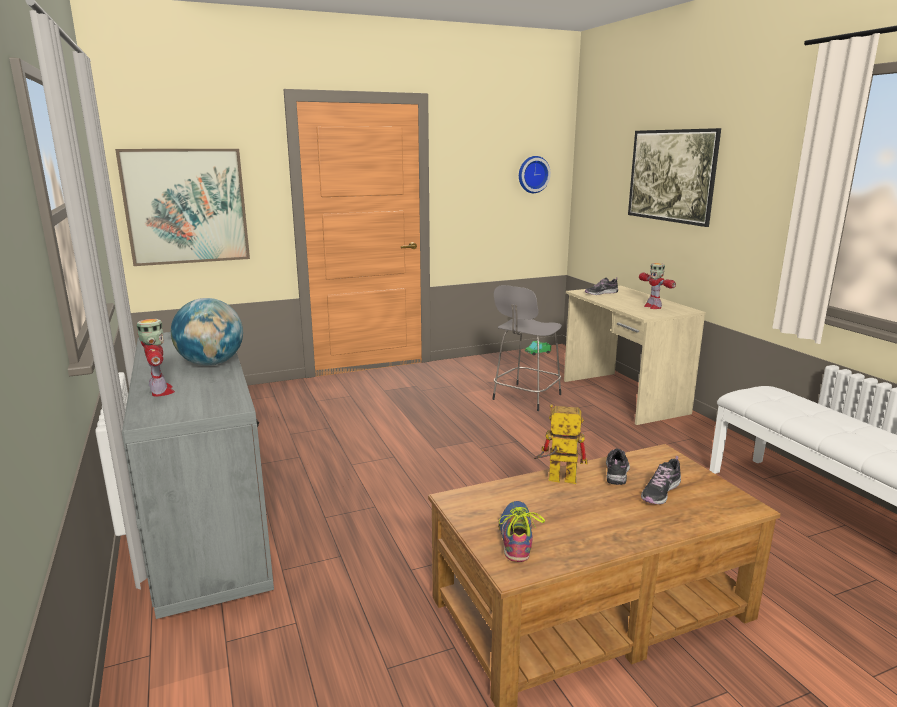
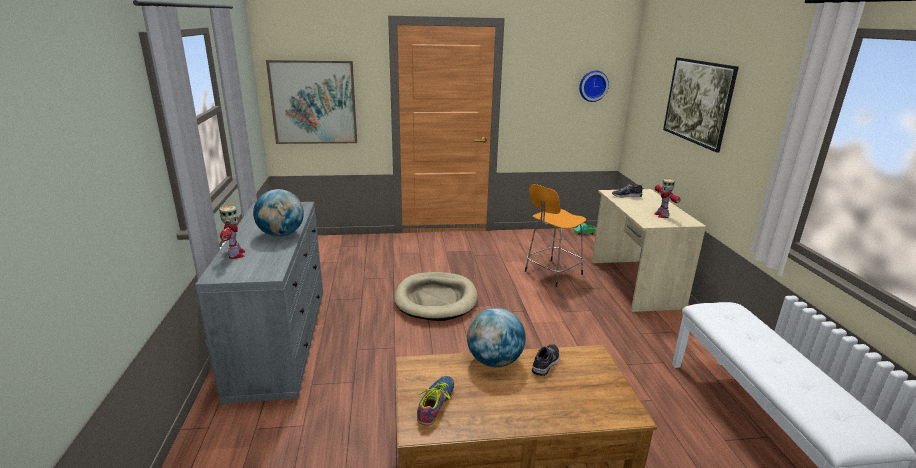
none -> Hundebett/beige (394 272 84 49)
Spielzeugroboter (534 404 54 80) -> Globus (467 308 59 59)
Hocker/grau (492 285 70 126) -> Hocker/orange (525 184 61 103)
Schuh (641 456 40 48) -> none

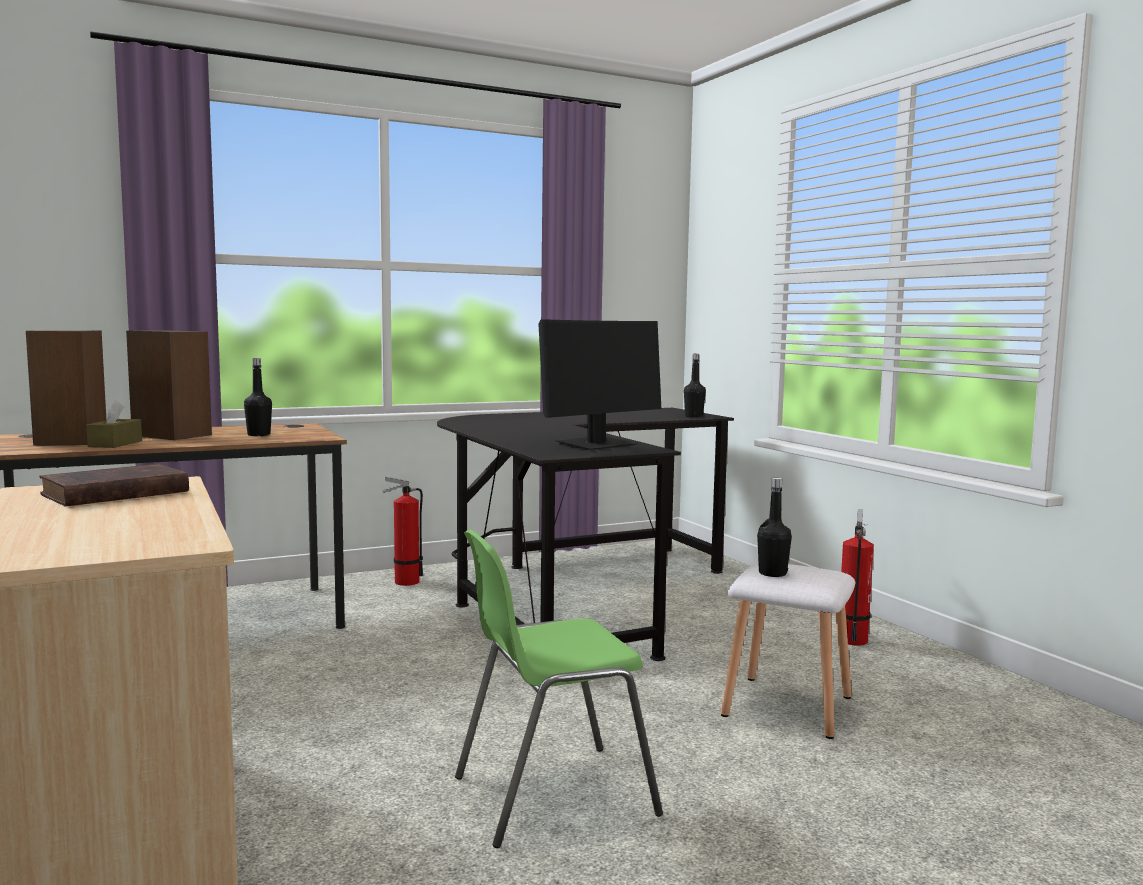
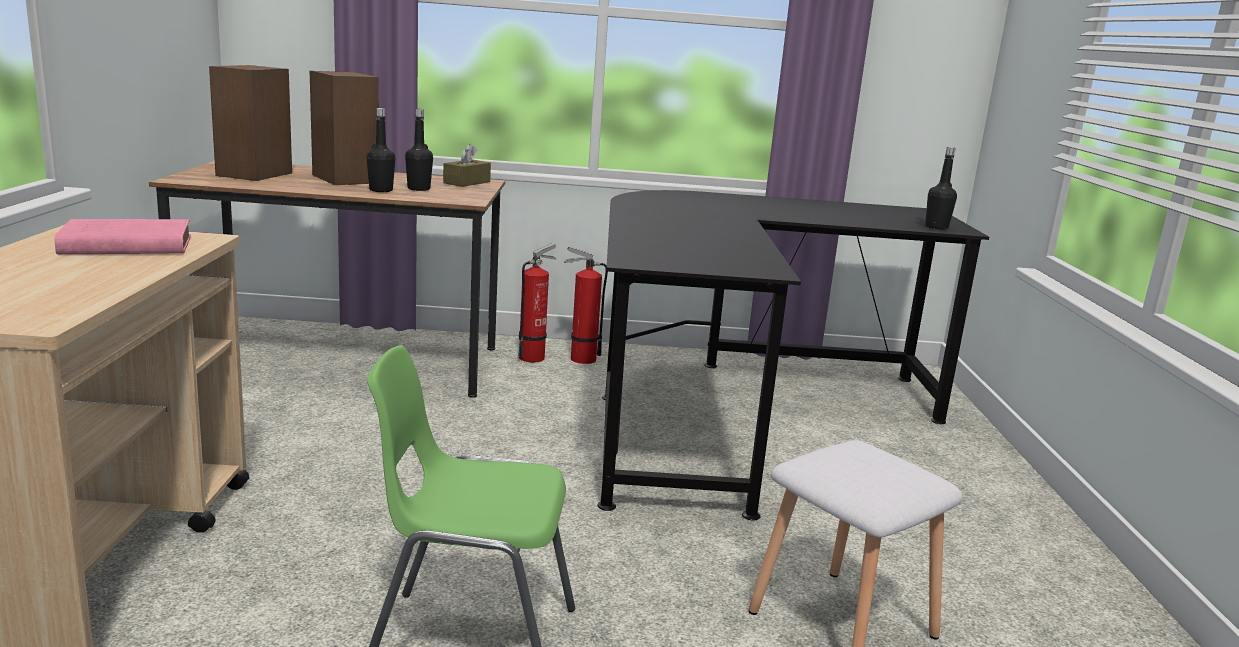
Buch/braun (39 464 150 43) -> Buch/rosa (54 219 137 35)
Flasche/schwarz (757 478 35 99) -> Flasche/schwarz (366 108 29 84), shifted
Taschentuchbox/braun (86 400 56 48) -> Taschentuchbox/braun (443 144 48 43), shifted
Feuerlöscher (841 509 33 136) -> Feuerlöscher (518 243 38 119), shifted
Monitor (538 319 123 131) -> none

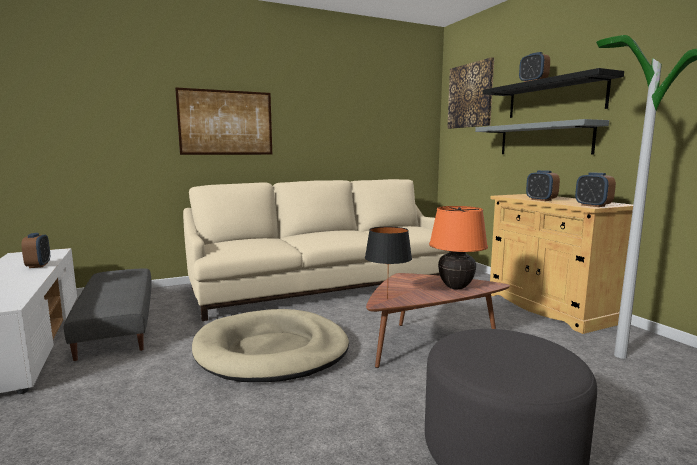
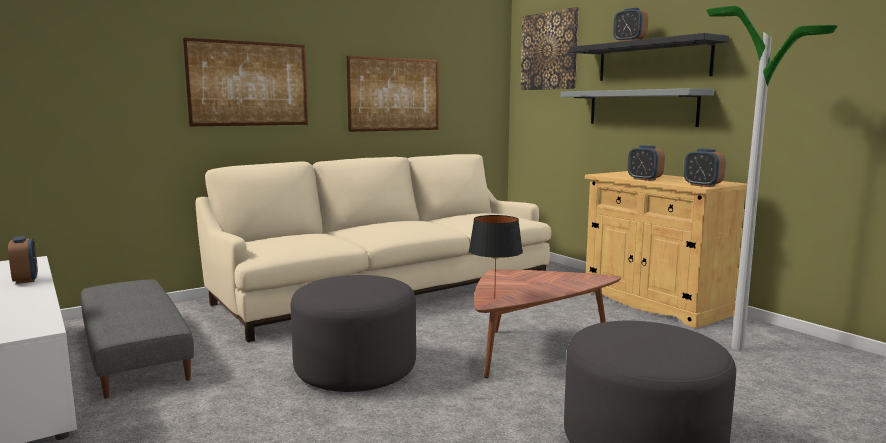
Hundebett/beige (192 309 157 73) -> Polsterhocker/grau (291 275 125 117)
none -> Bild (347 55 92 77)
Tischlampe/orange (429 206 59 84) -> none

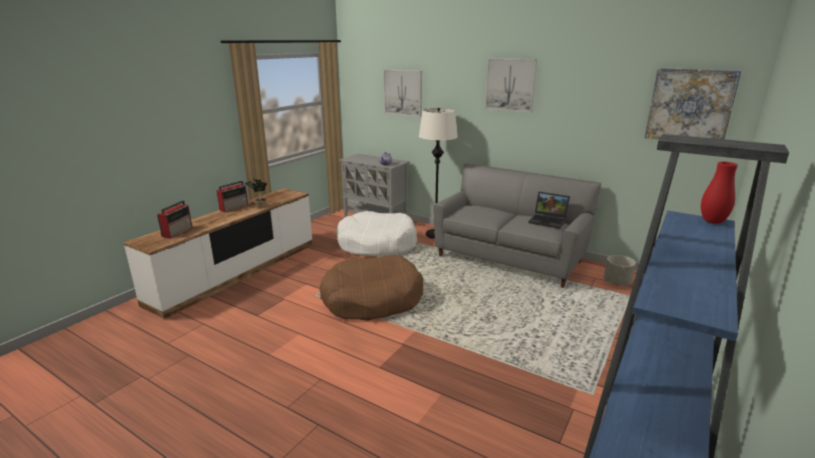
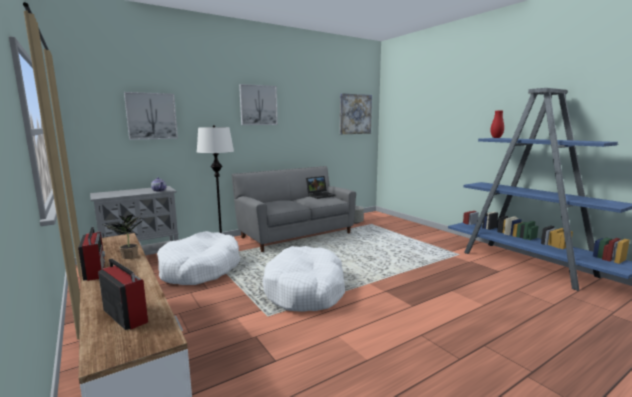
Hundebett/braun (320 255 104 66) -> Hundebett/weiß (262 246 83 66)

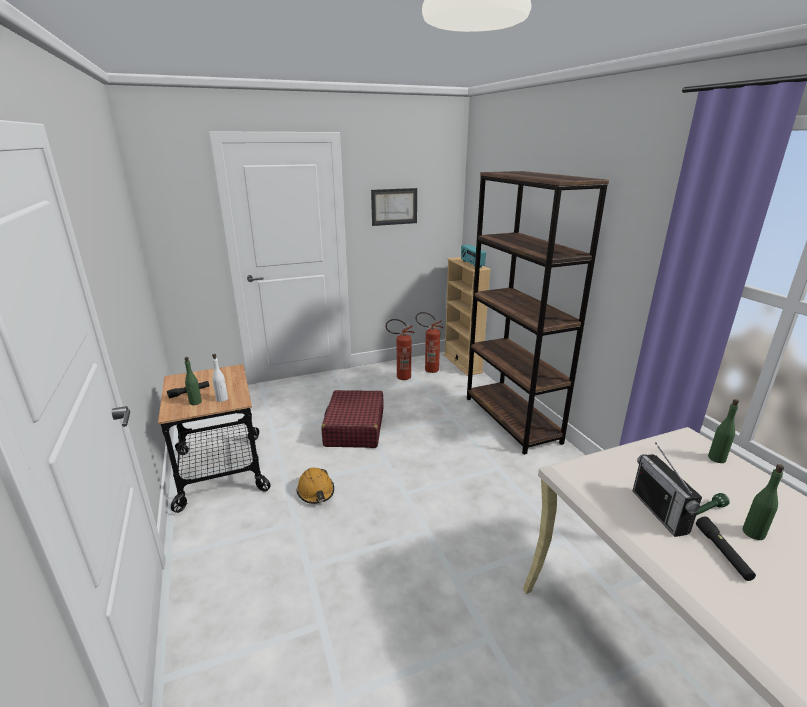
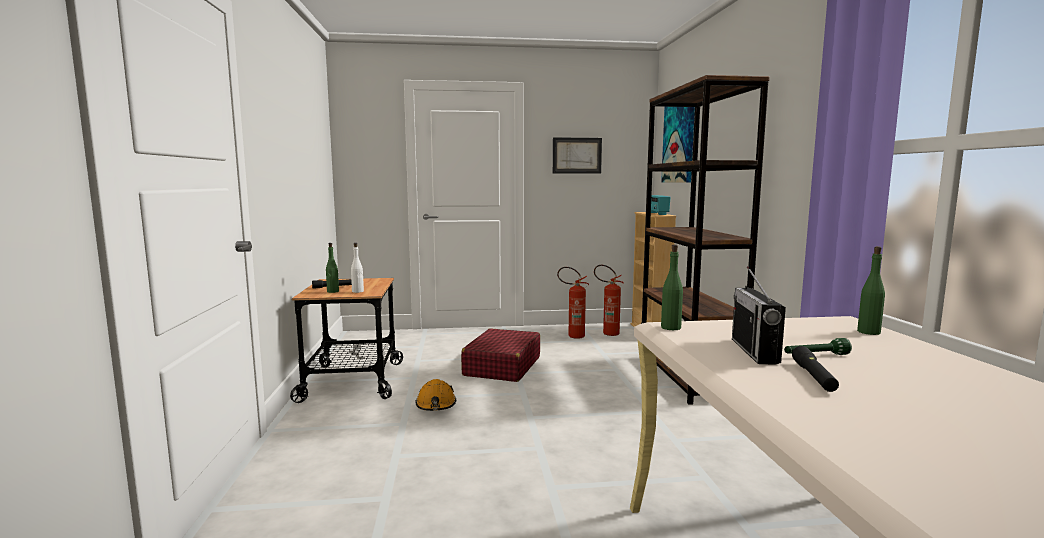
none -> Bild (661 107 34 76)
Flasche/grün (742 464 42 76) -> Flasche/grün (661 244 22 86), shifted

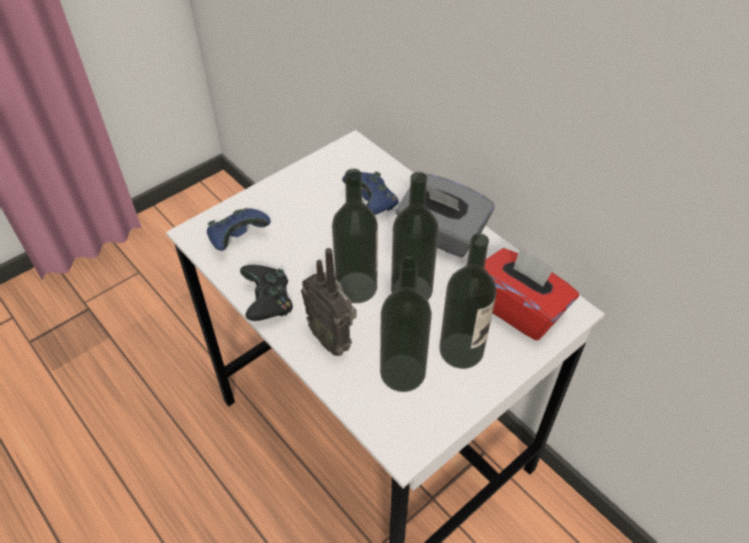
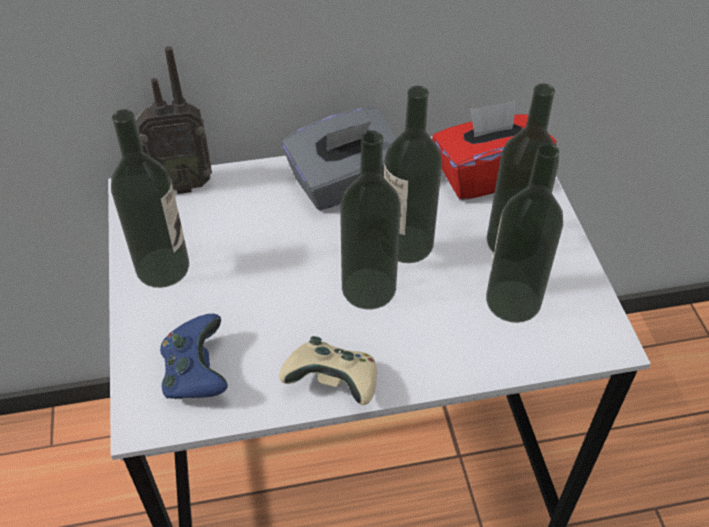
none -> Flasche (111 109 78 179)
Radio (301 248 56 108) -> Radio (136 46 76 148), shifted
Gamepad/schwarz (240 265 53 56) -> Gamepad/beige (279 336 98 69)
Gamepad/blau (342 172 57 43) -> none

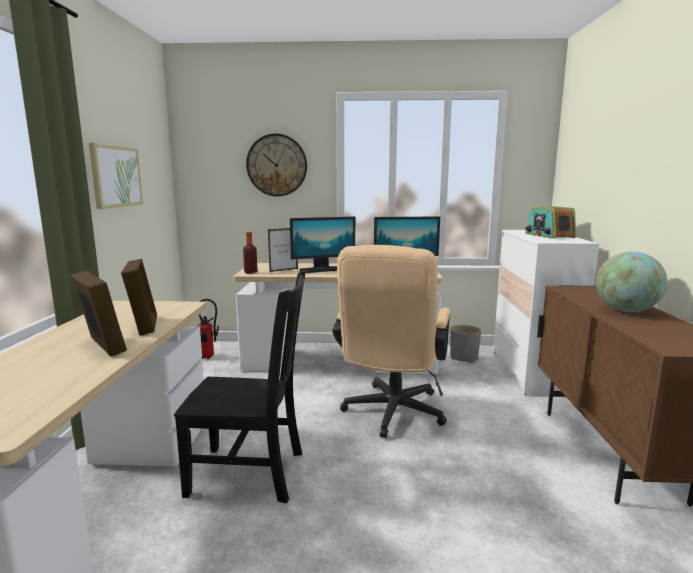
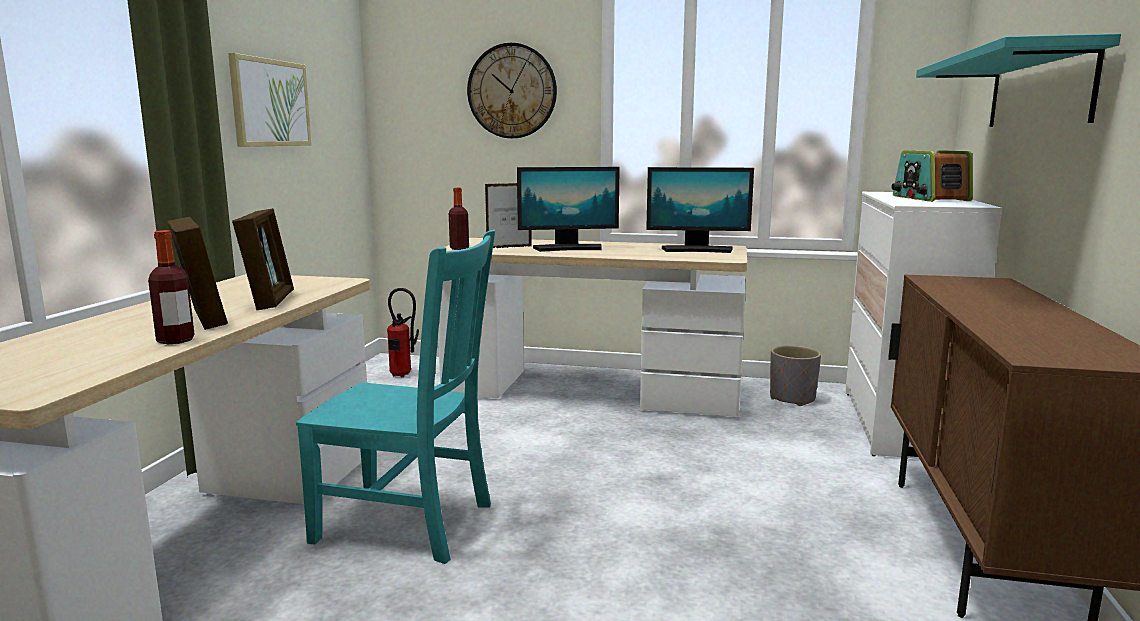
none -> Flasche (148 230 47 114)
Stuhl/schwarz (174 270 132 233) -> Stuhl/türkis (296 230 199 334)
none -> Wandregal/türkis (916 33 205 94)
Bürostuhl/beige (333 245 117 193) -> none
Globus (596 252 71 60) -> none

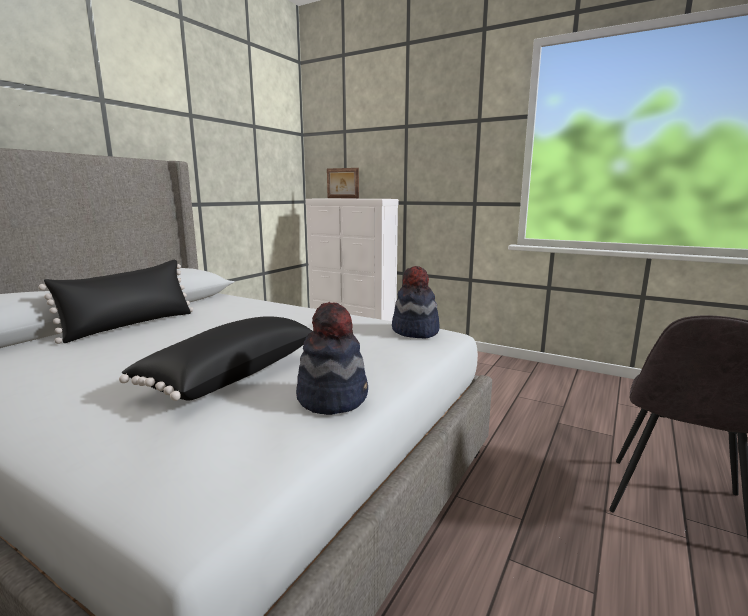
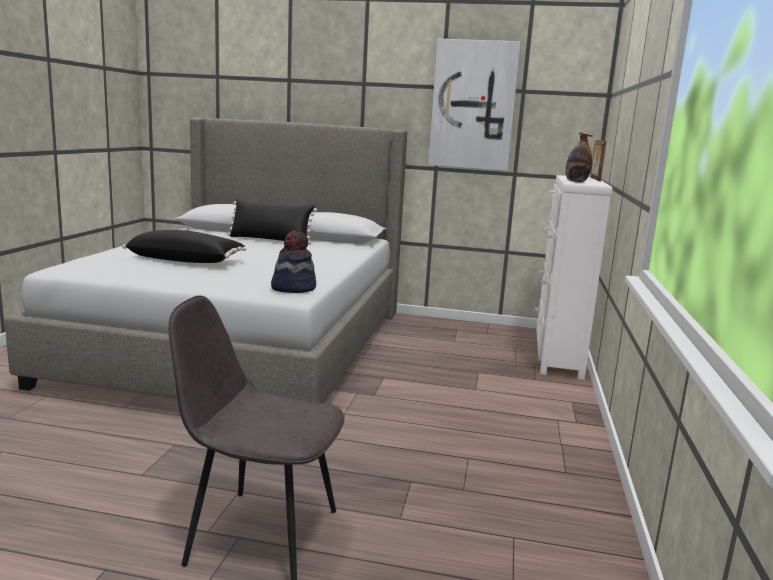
none -> Bild (428 39 93 132)
none -> Flasche (565 132 28 51)
Hut (296 302 72 113) -> none

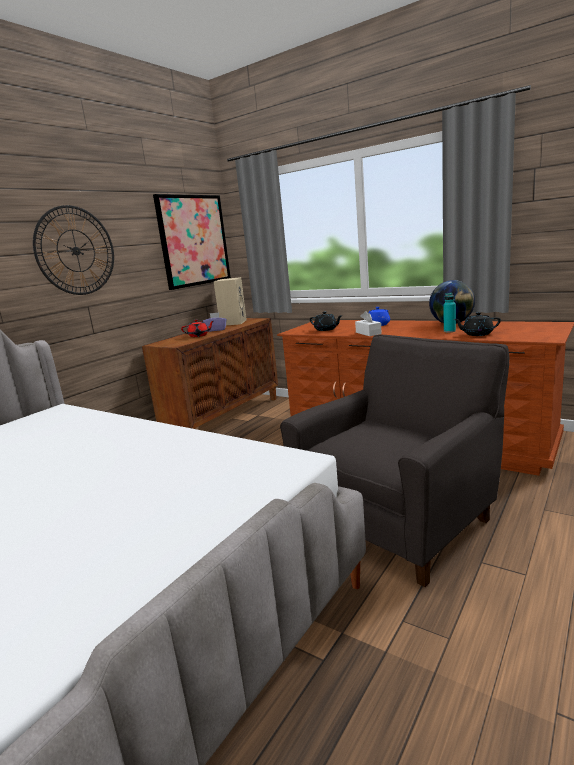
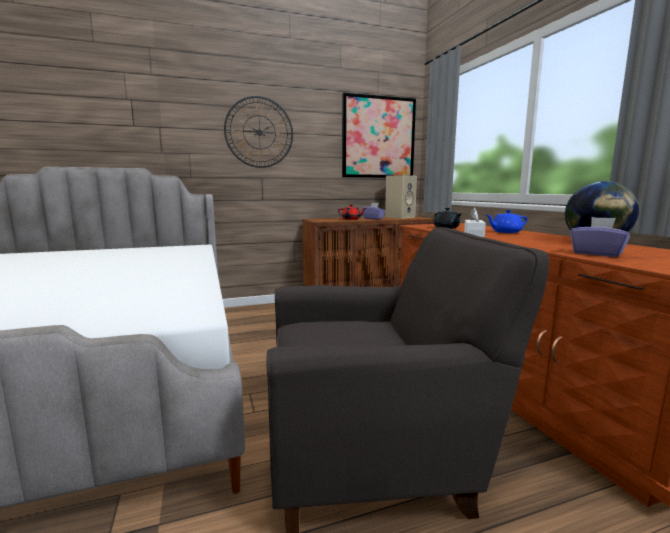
Teekanne/schwarz (454 312 47 24) -> Taschentuchbox/lila (570 217 60 40)
Flasche/türkis (444 293 12 40) -> none

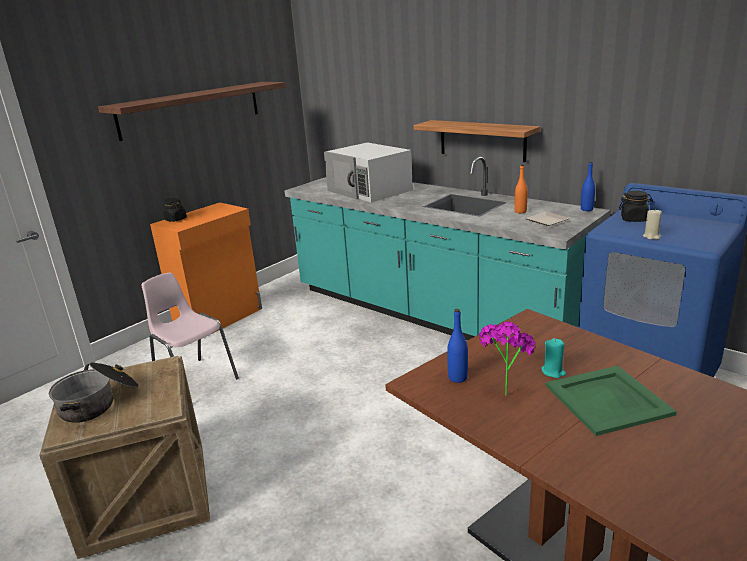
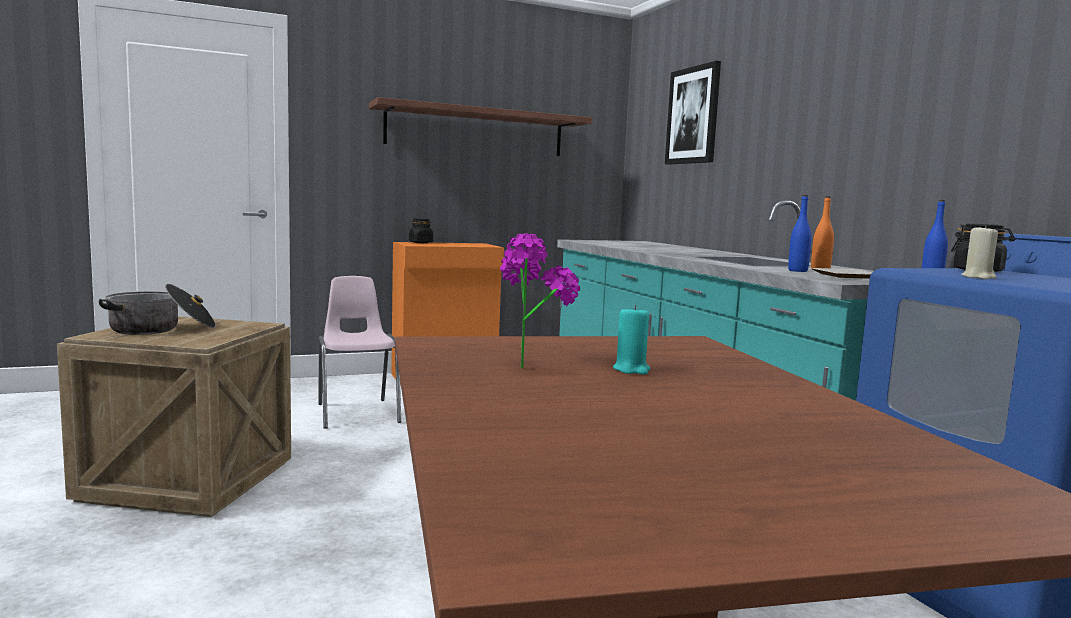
none -> Bild (665 61 56 104)
Flasche/blau (447 309 21 74) -> Flasche/blau (788 195 24 77), shifted
Mikrowelle/weiß (324 142 89 60) -> none
Wandregal (414 120 126 42) -> none
Tablett/grün (546 366 131 70) -> none

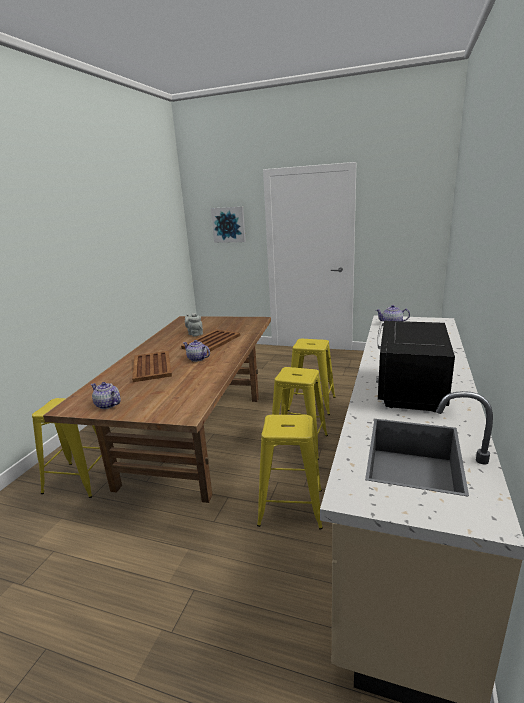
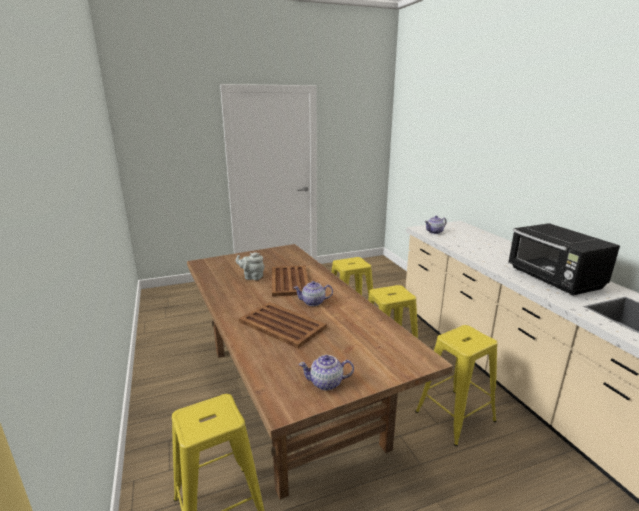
Bild (211 207 35 36) -> none

